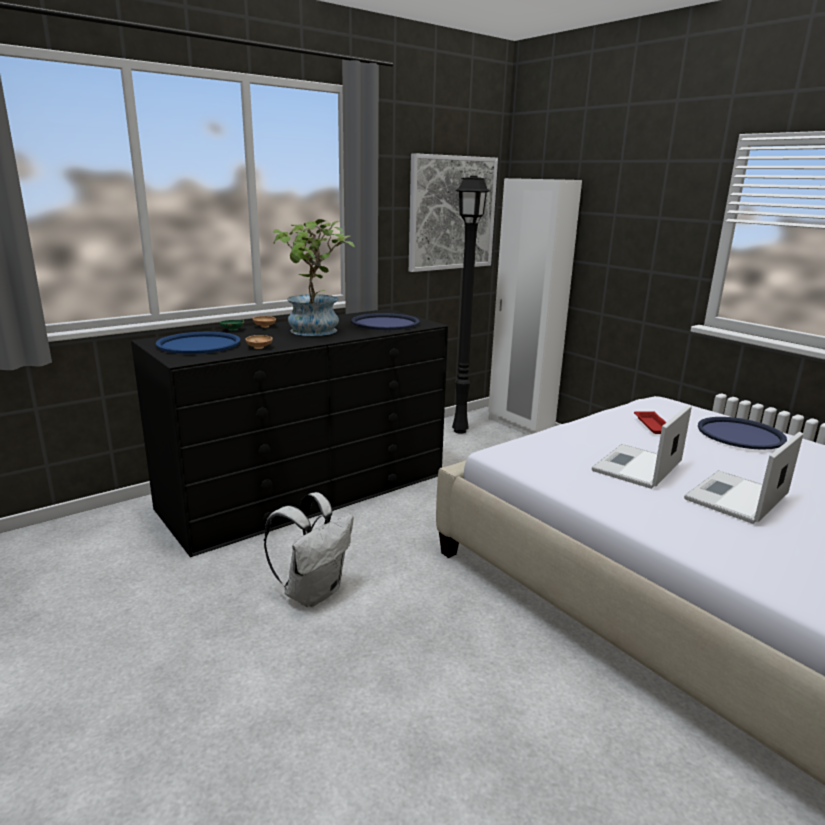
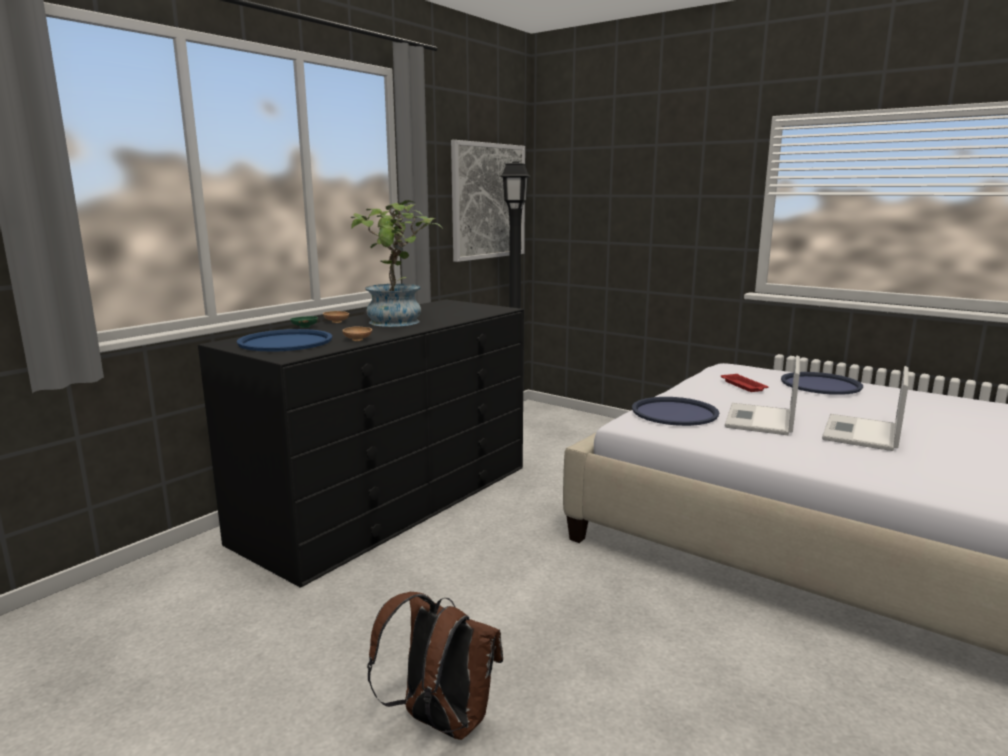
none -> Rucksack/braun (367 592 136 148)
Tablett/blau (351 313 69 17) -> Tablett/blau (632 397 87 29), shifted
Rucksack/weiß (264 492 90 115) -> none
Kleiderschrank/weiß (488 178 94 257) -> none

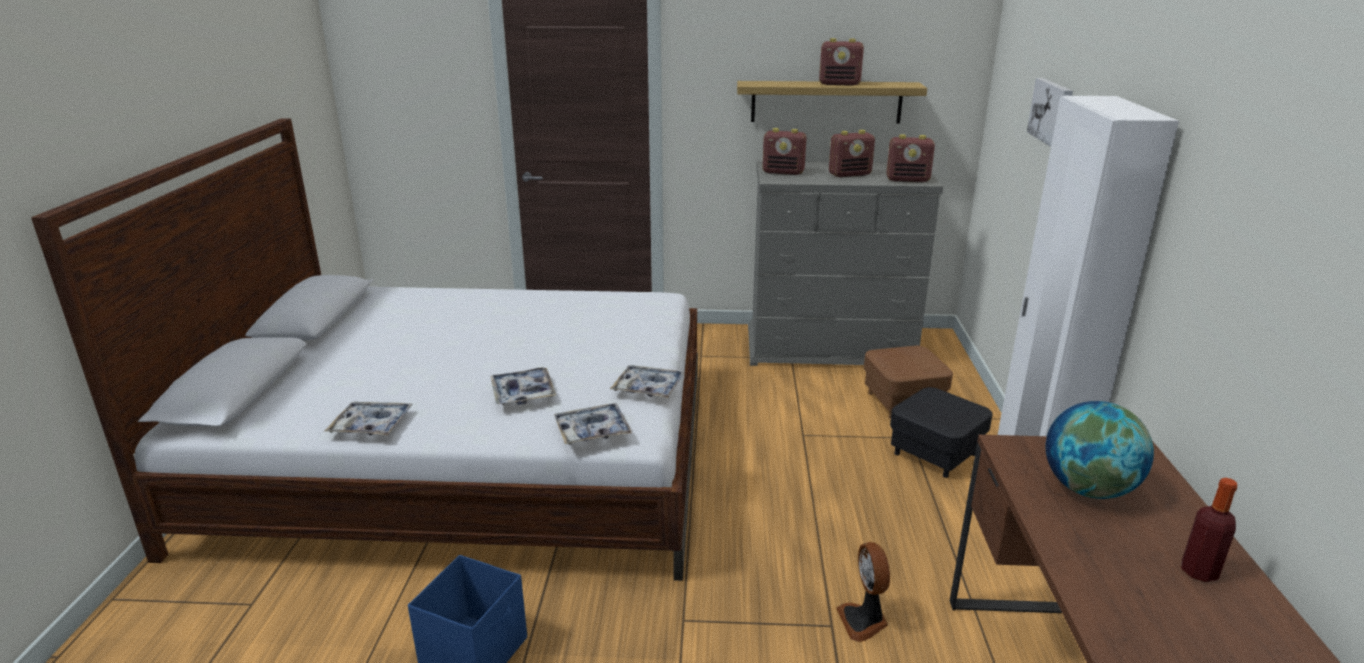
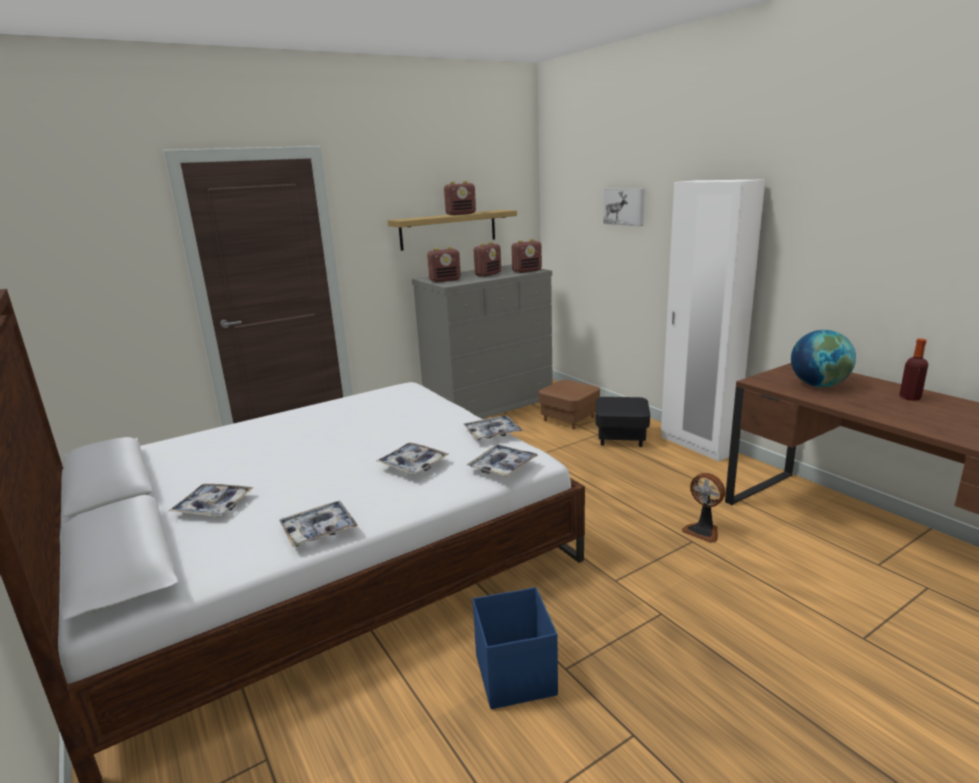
none -> Tablett (169 484 85 32)

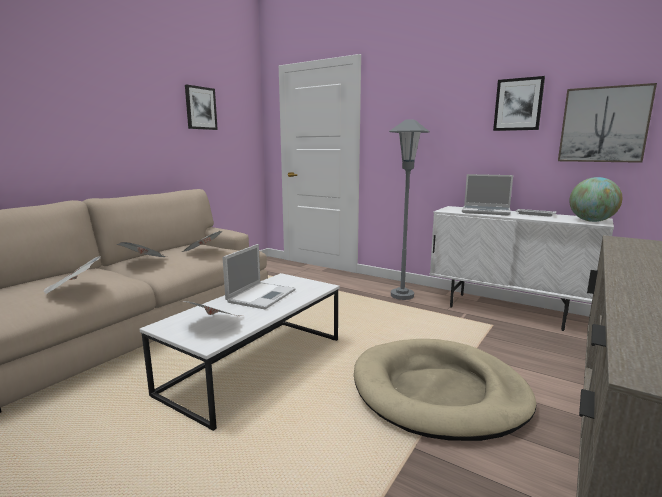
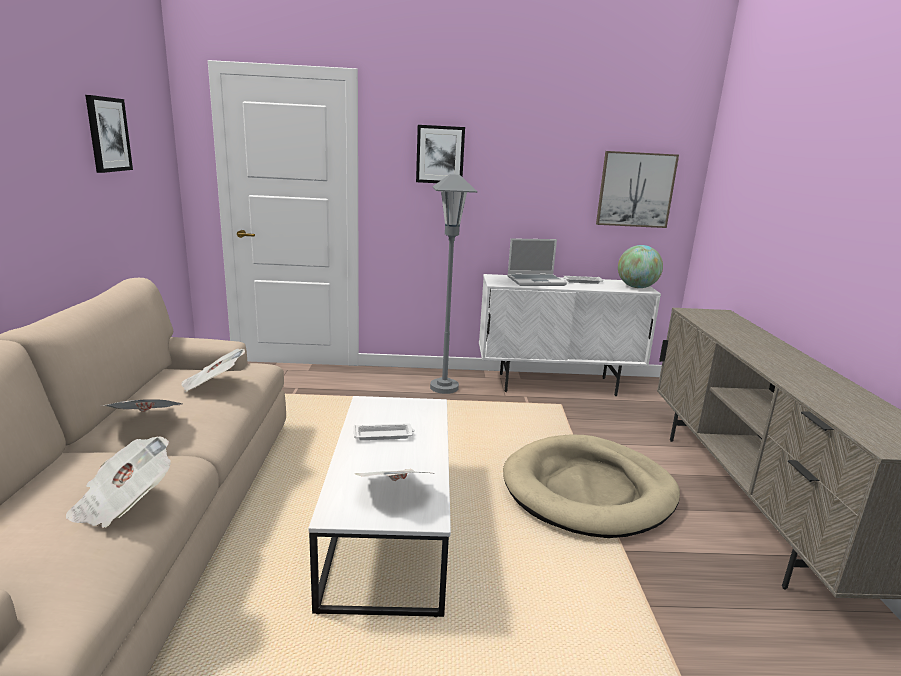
Laptop (223 244 72 65) -> Tablett/weiß (354 423 61 17)
Bild (493 76 52 55) -> Bild (416 125 49 58), shifted

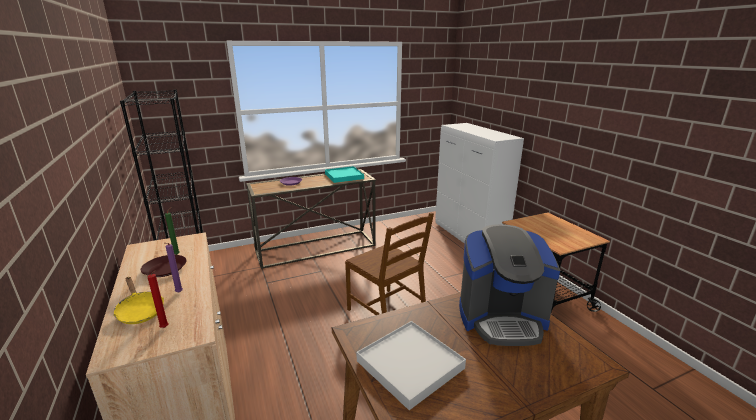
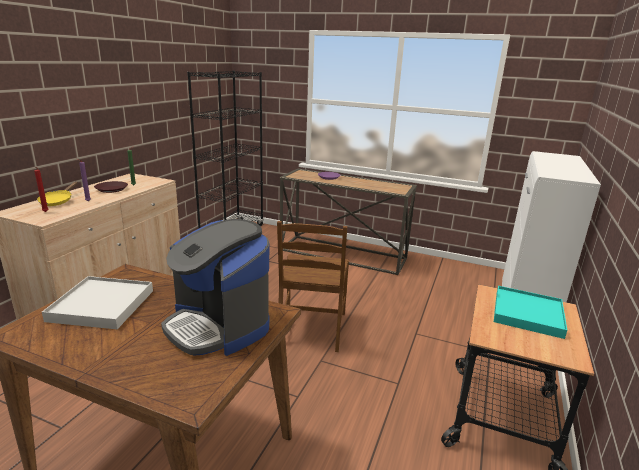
Tablett/türkis (325 166 39 17) -> Tablett/türkis (494 286 73 53), shifted

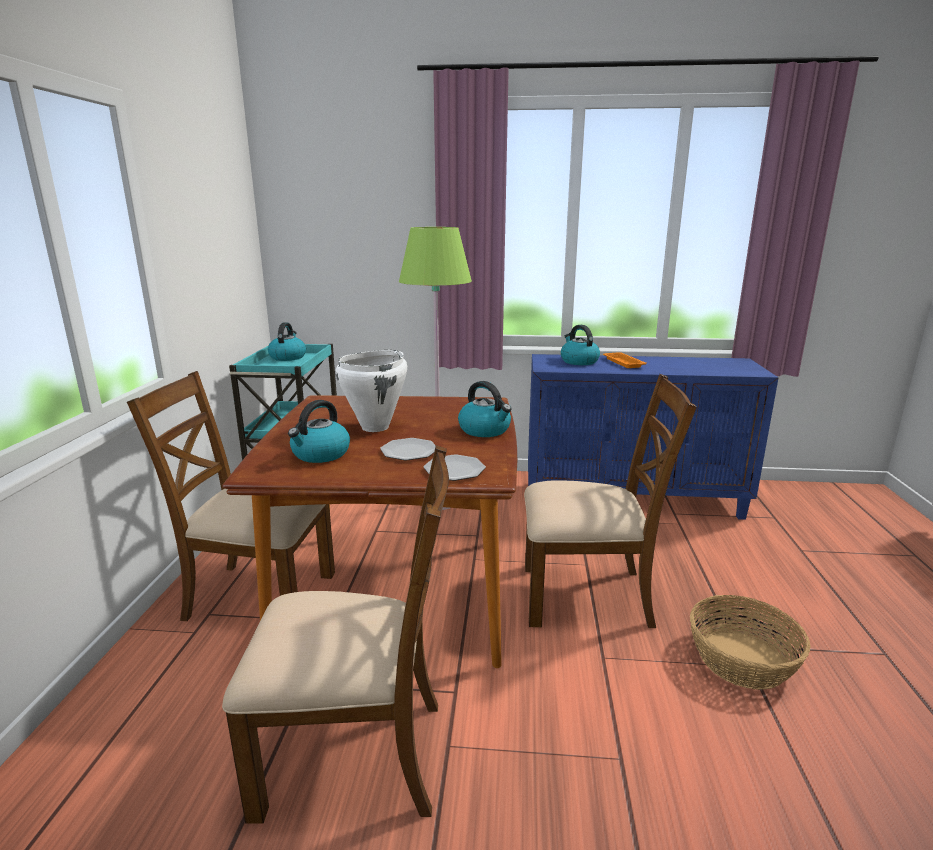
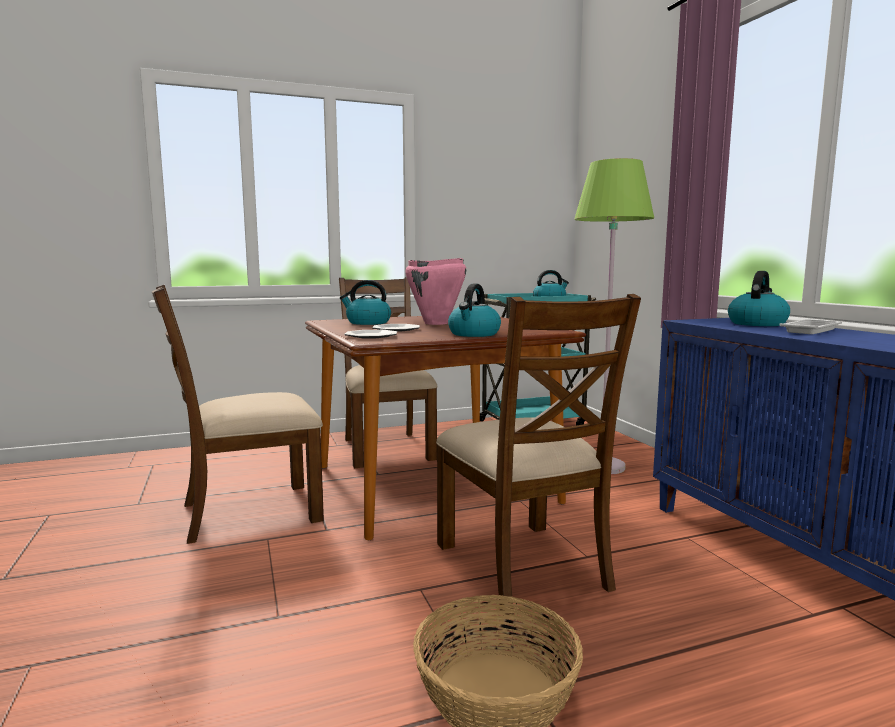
Stuhl/braun (222 445 227 378) -> Stuhl/braun (152 285 172 259), 90 degrees clockwise
Kochtopf/weiß (336 350 71 82) -> Kochtopf/rosa (406 258 60 67)
Tablett/orange (603 352 44 16) -> Tablett/weiß (780 319 62 15)

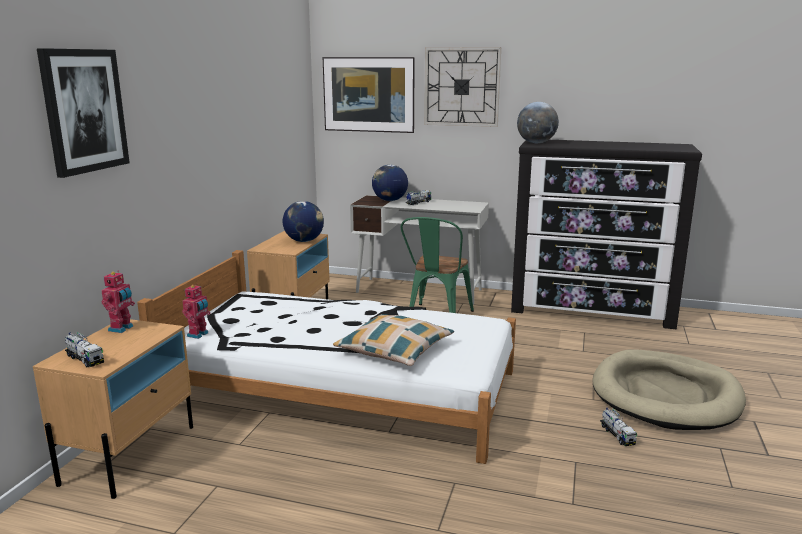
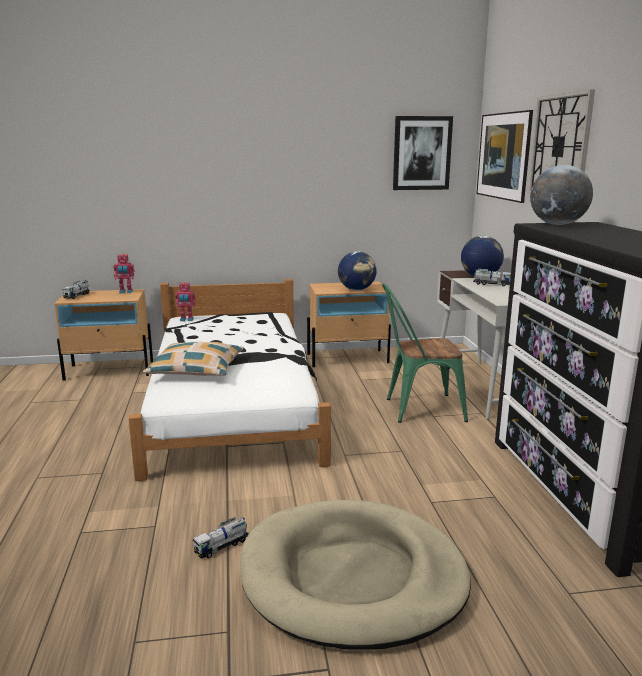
Bild (37 48 93 130) -> Bild (393 116 60 74), shifted

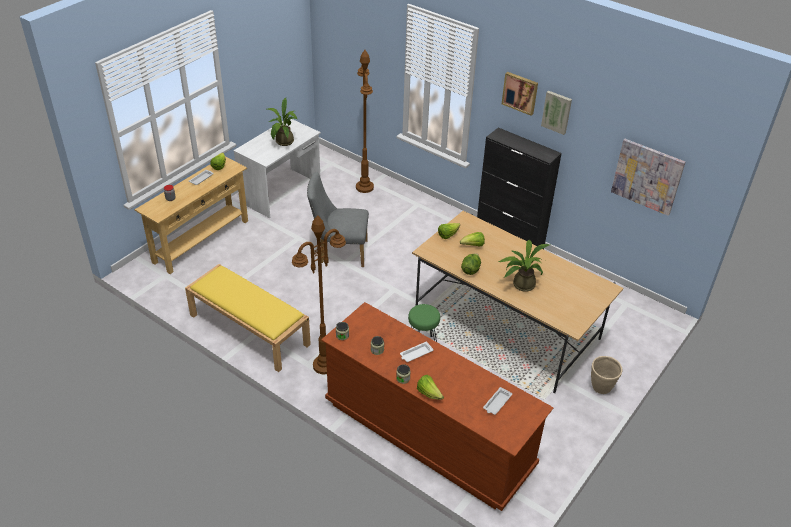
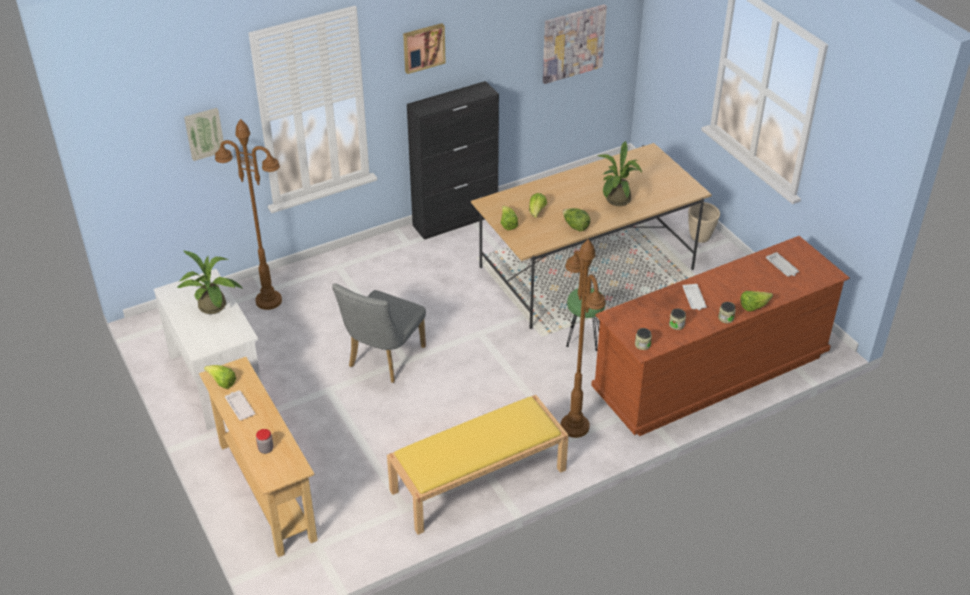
Bild (541 91 31 44) -> Bild (184 108 41 53), shifted

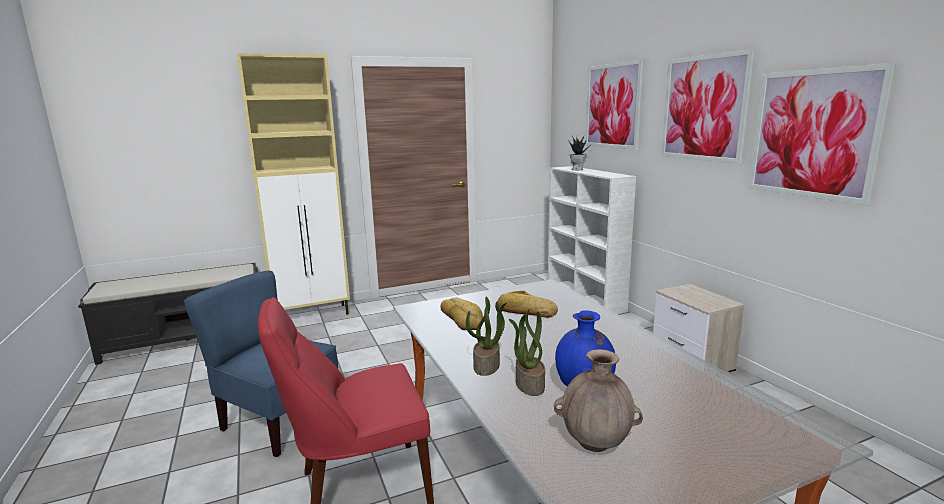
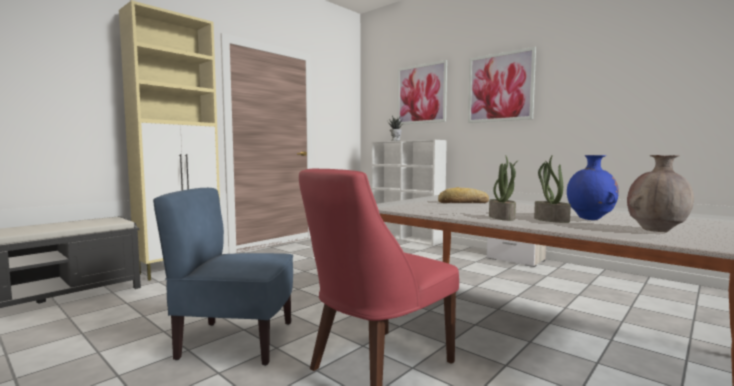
Brot (441 297 42 33) -> none
Bild (749 63 147 142) -> none

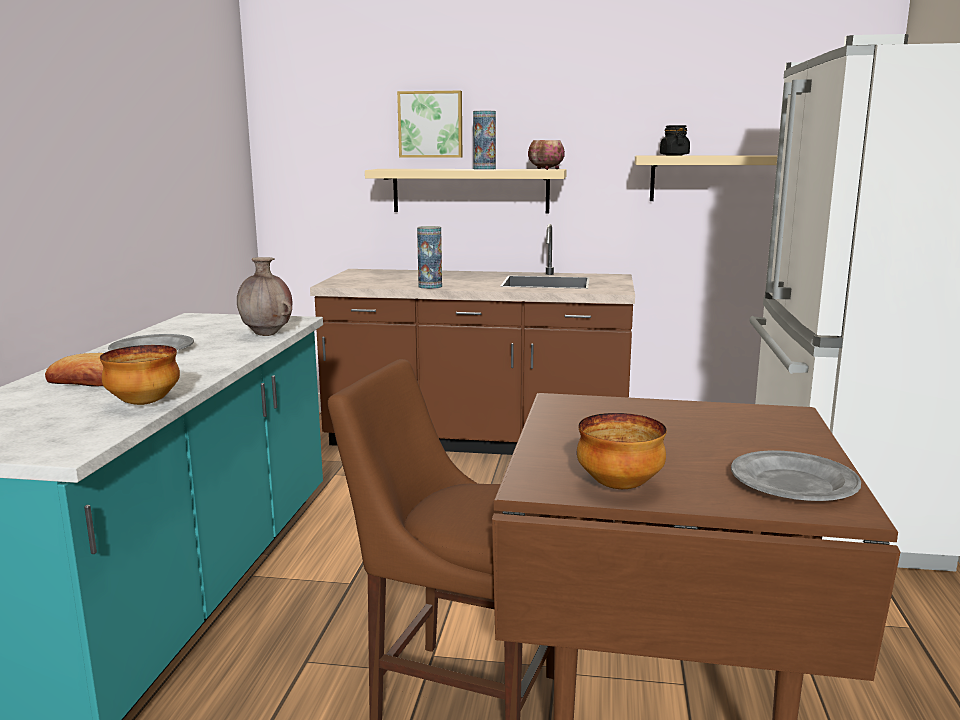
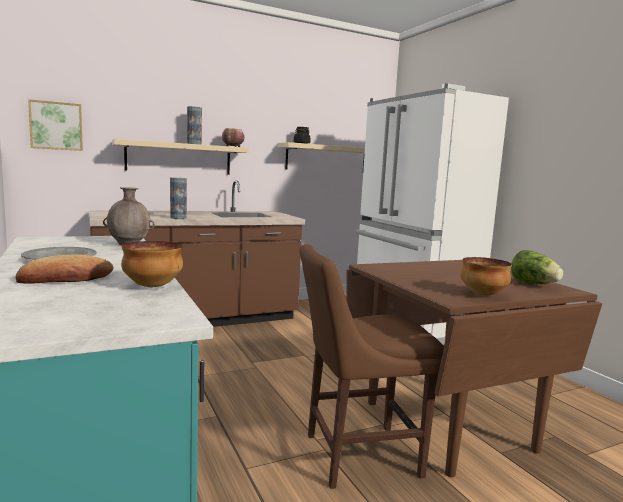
Bild (397 91 65 67) -> Bild (28 99 55 52), shifted
Teller/grau (731 450 130 51) -> Salatkopf (511 250 52 34)

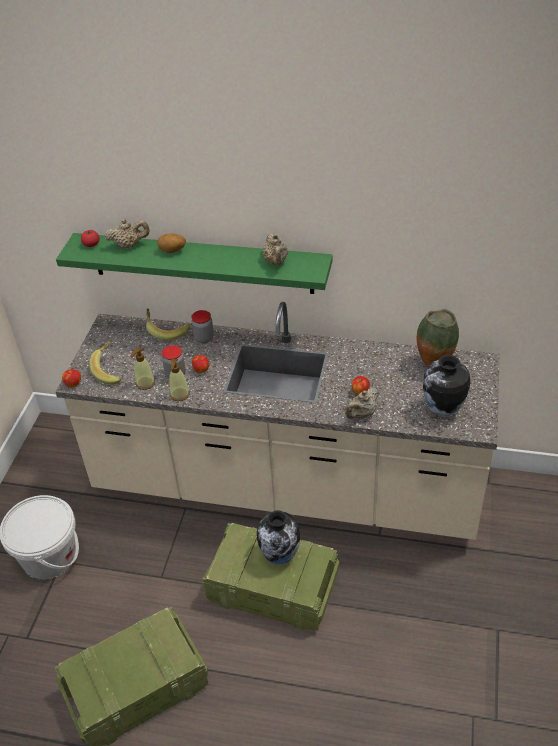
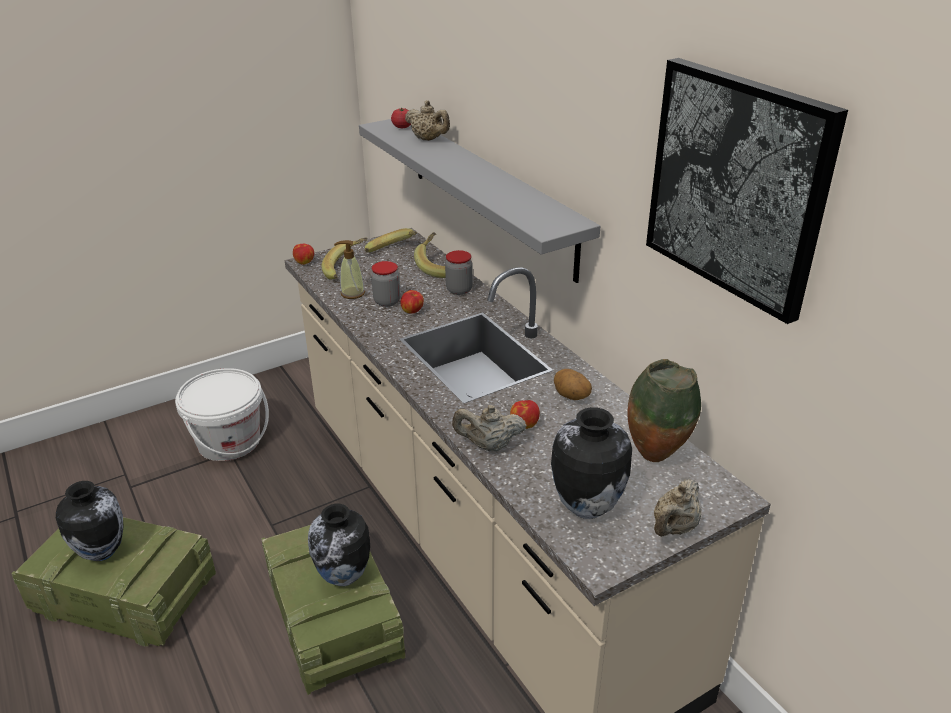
none -> Vase (56 481 68 80)
Wandregal/grün (56 233 277 61) -> Wandregal/grau (359 119 242 164)
none -> Banane (365 228 52 24)
Kartoffel (157 233 29 20) -> Kartoffel (554 369 38 31), shifted
none -> Bild (646 58 202 266)
Teekanne/beige (263 233 25 33) -> Teekanne/beige (654 479 47 58), shifted
Seifenspender (169 359 21 42) -> none

